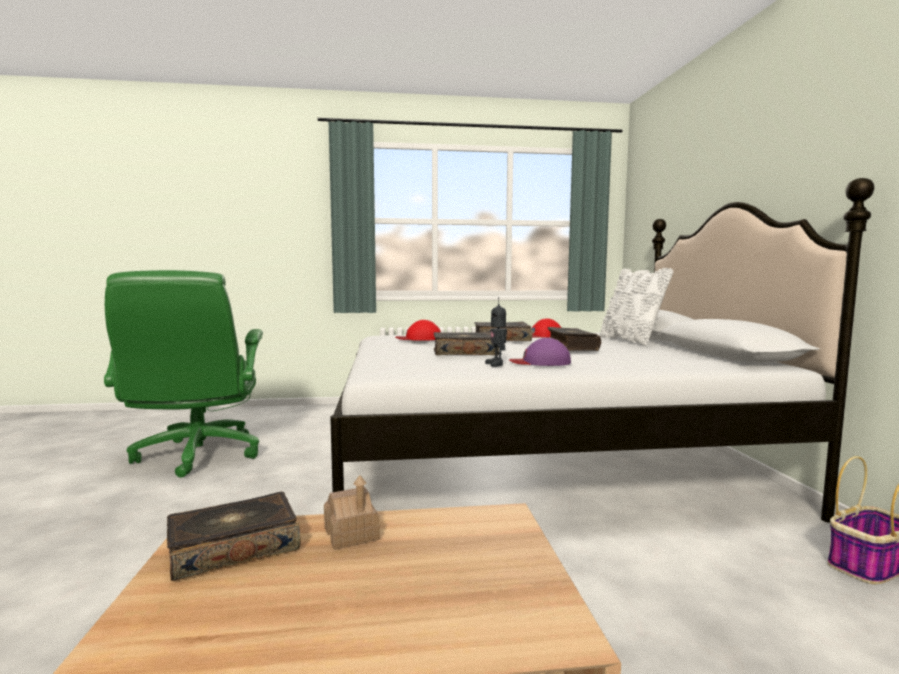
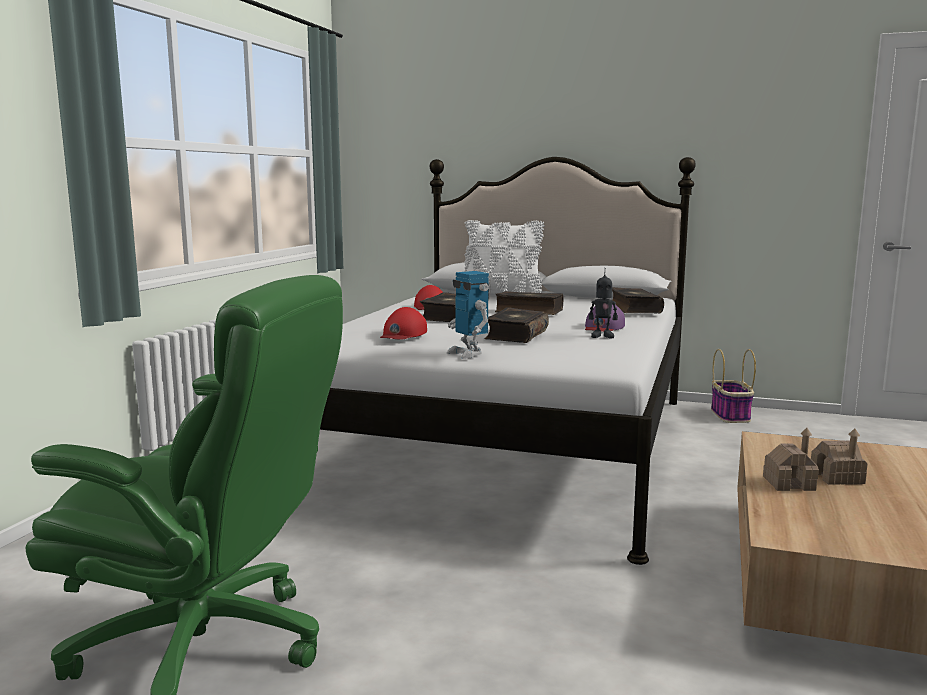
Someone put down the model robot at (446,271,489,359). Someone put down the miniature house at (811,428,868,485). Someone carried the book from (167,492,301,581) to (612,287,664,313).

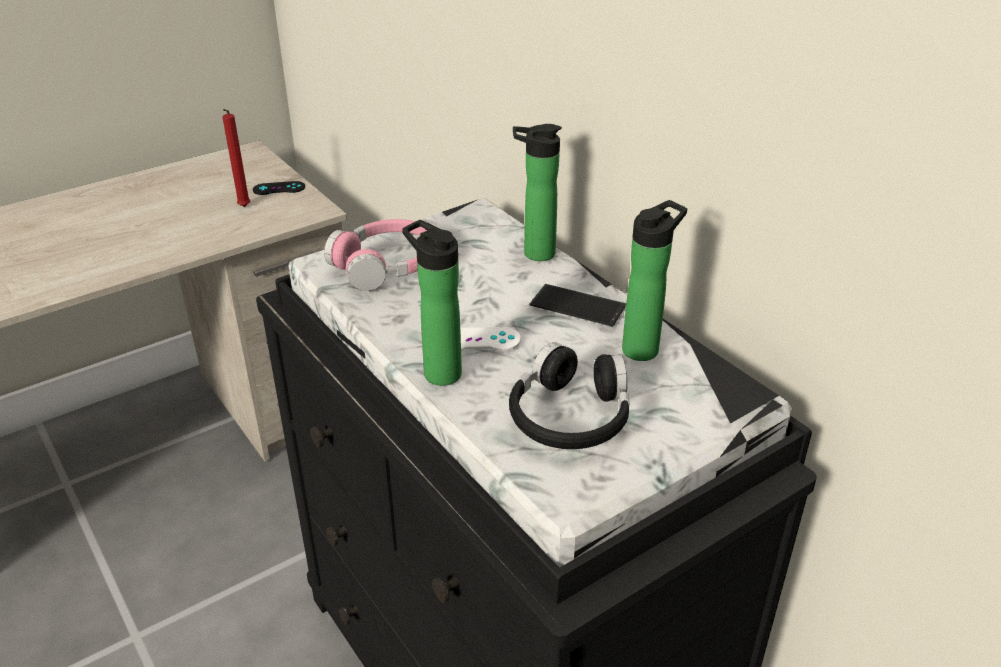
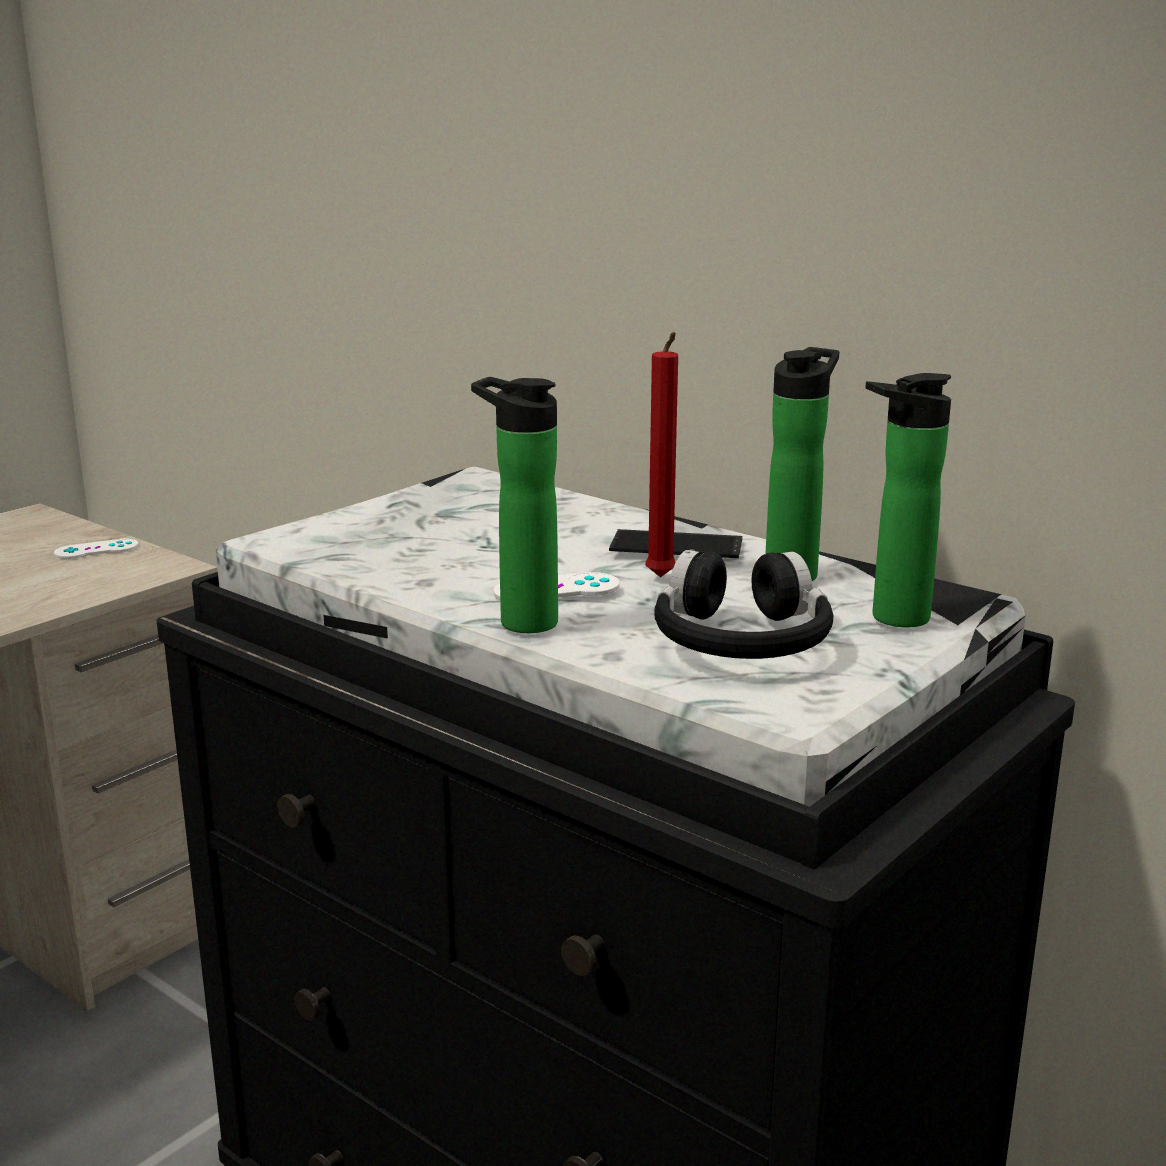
Someone took away the pink-coloured pair of headphones at (324,219,427,291). Someone carried the red wax light from (223,109,250,207) to (645,332,678,577). Someone carried the beverage bottle from (513,124,562,261) to (866,373,951,627). Someone repainted the blackish gamepad at (253,181,305,195), which became the white-coloured gamepad at (54,539,138,559).

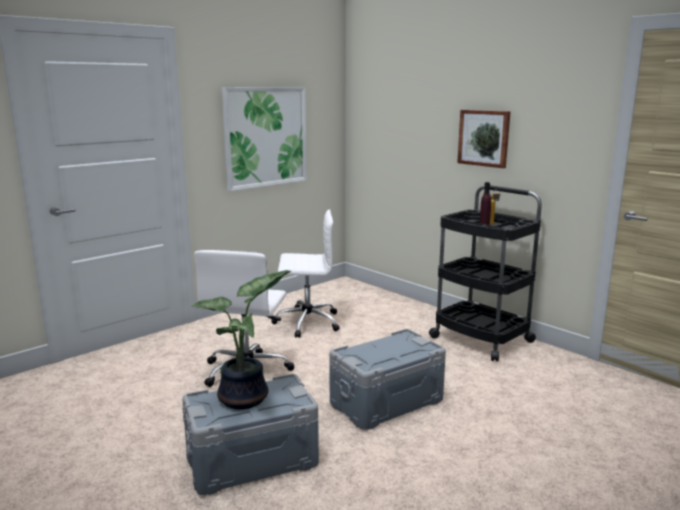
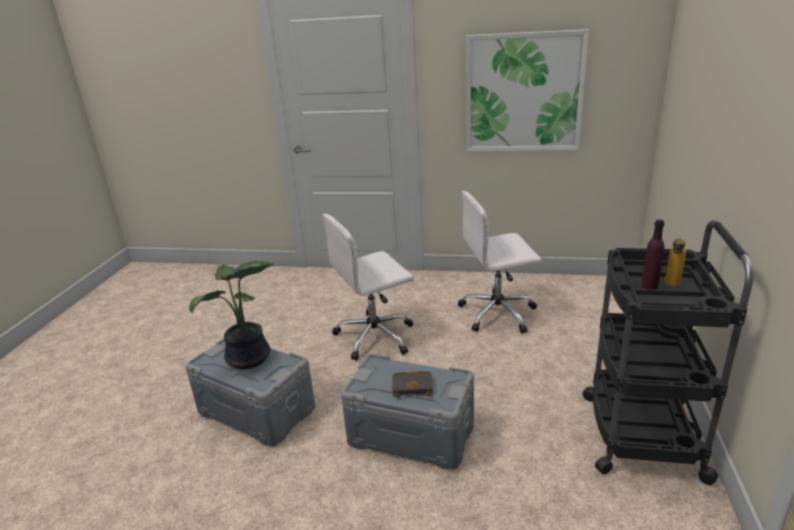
Someone took away the picture at (457,110,511,168). Someone put down the blackish book at (392,371,433,397). Someone rotated the white-coloured computer chair at (271,209,340,338) by 120 degrees clockwise.

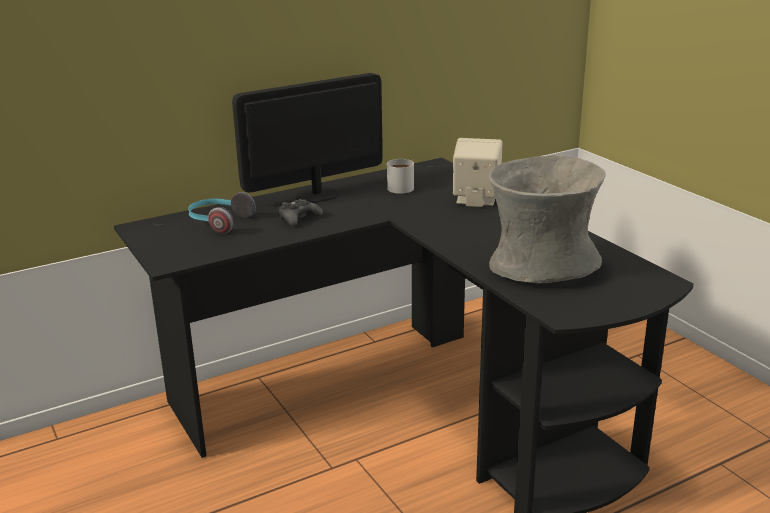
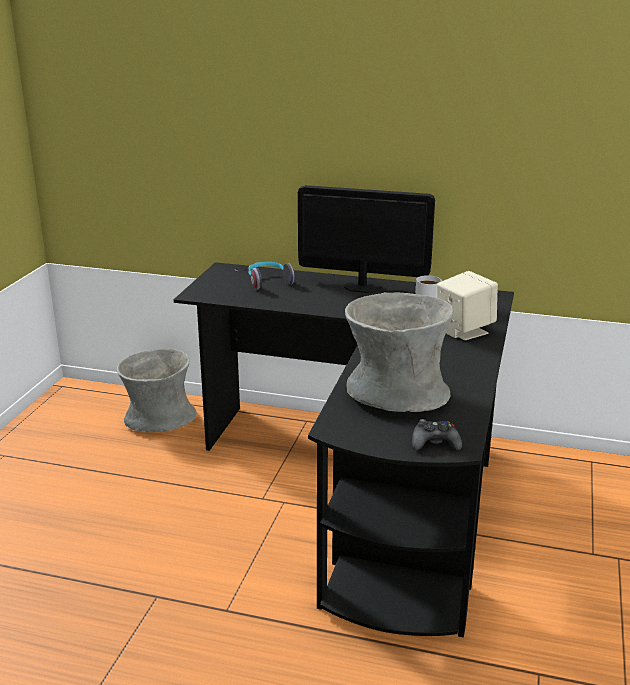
Someone put down the gray vase at (117,349,197,433). Someone carried the blackish gamepad from (279,199,323,226) to (412,419,462,450).

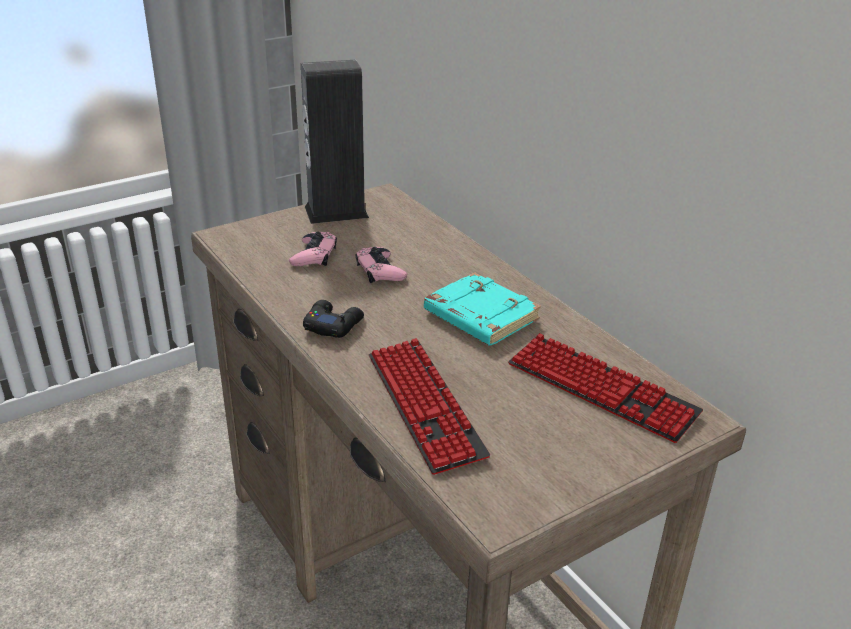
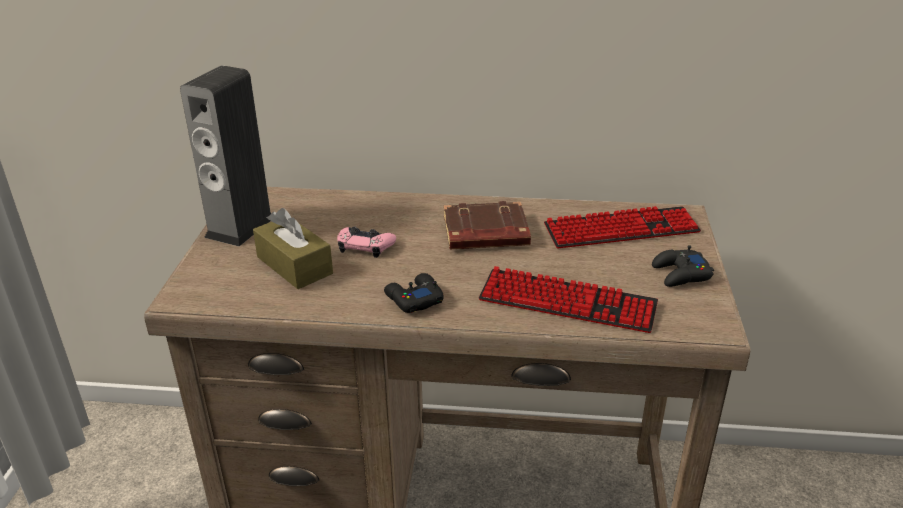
Someone put down the blackish gamepad at (652,245,714,287). Someone swapped the pink-coloured gamepad at (289,232,337,266) for the brown-coloured box of tissues at (253,208,333,289). Someone repainted the turquoise book at (424,272,541,346), which became the brown-coloured book at (444,201,531,249).

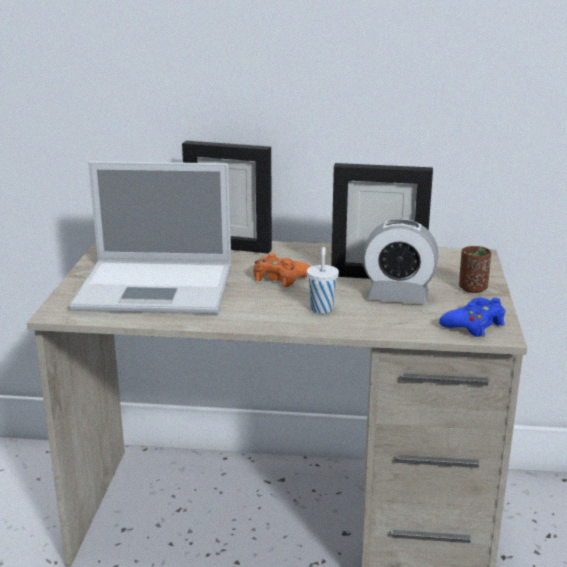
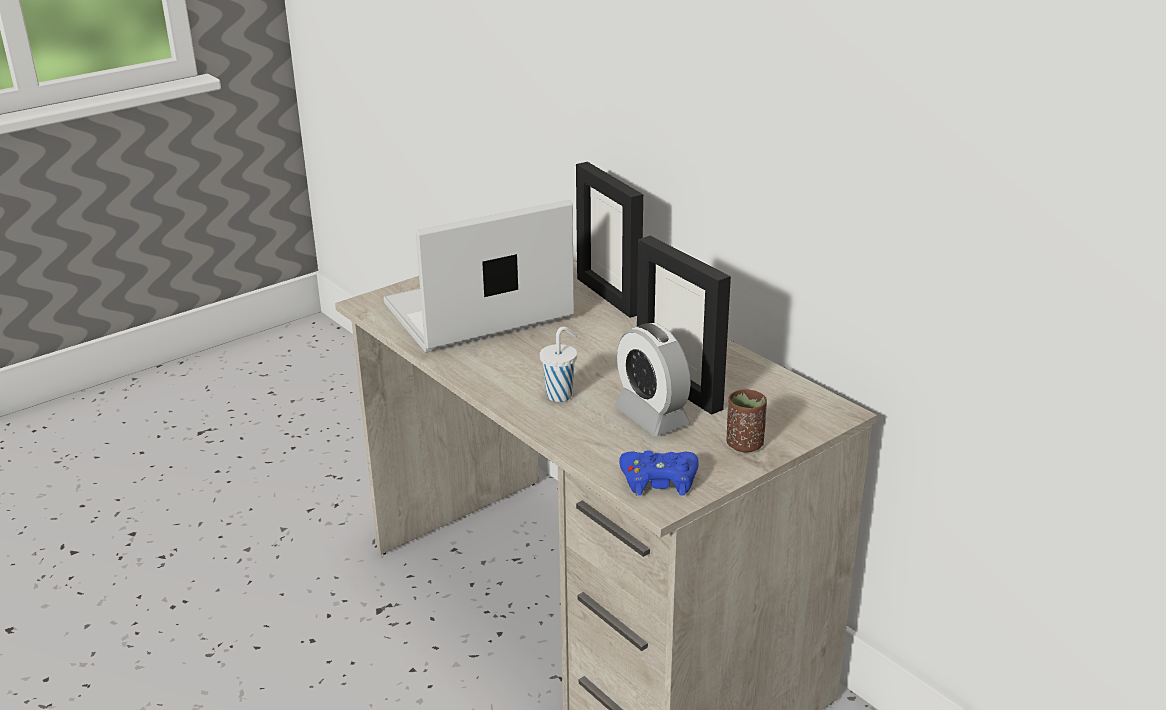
Someone took away the orange gamepad at (254,254,311,287). Someone rotated the laptop at (69,161,231,314) by 105 degrees clockwise.

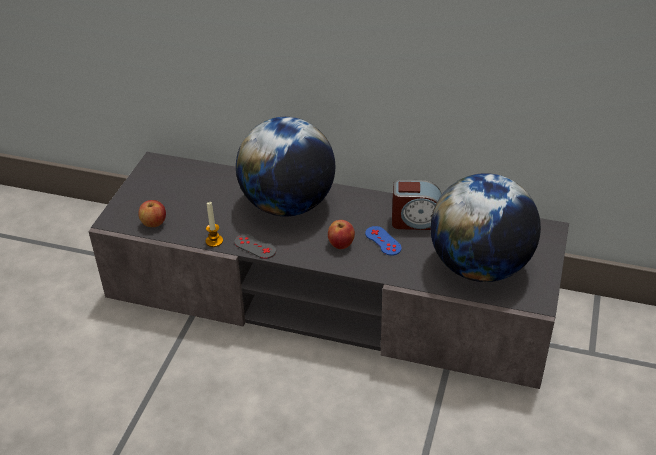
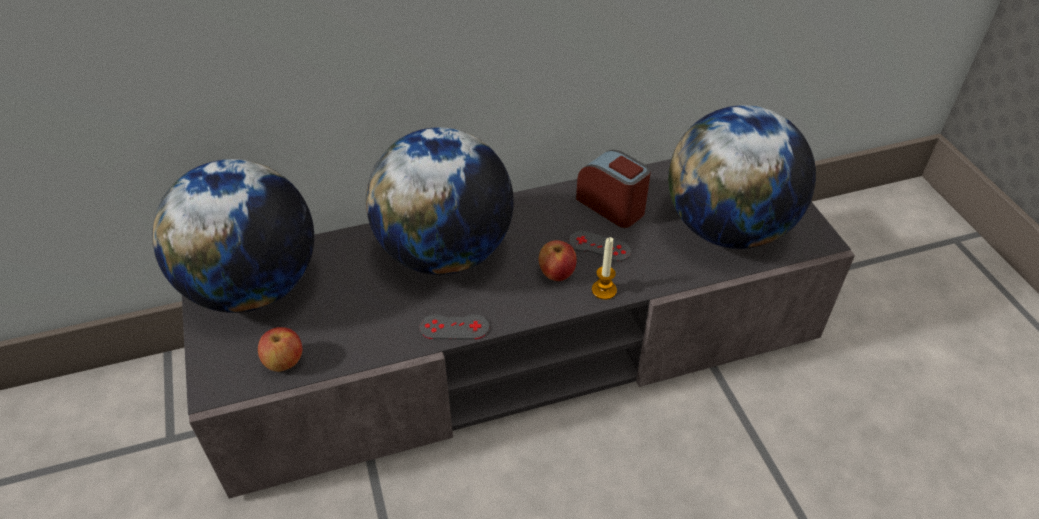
Someone put down the desk globe at (152,159,314,313). Someone carried the wax light from (206,202,223,247) to (592,237,617,300). Someone repainted the bluish gamepad at (365,226,402,256), which became the gray gamepad at (569,231,631,262). Someone rotated the bedside clock at (392,179,442,230) by 105 degrees counterclockwise.

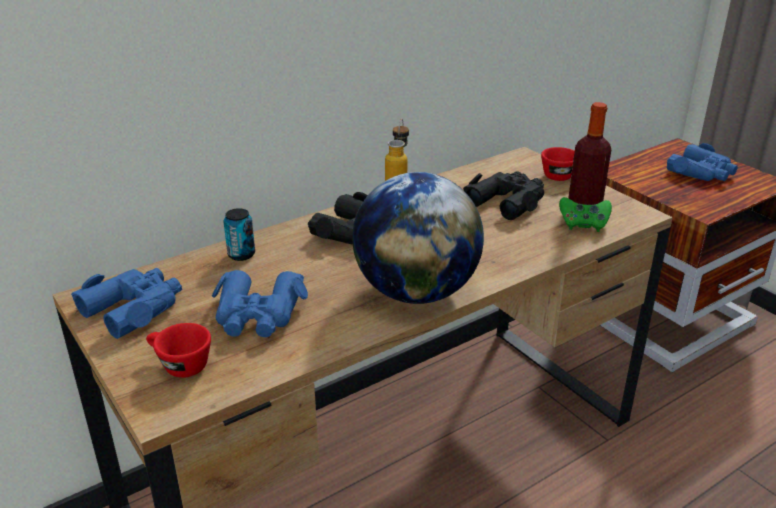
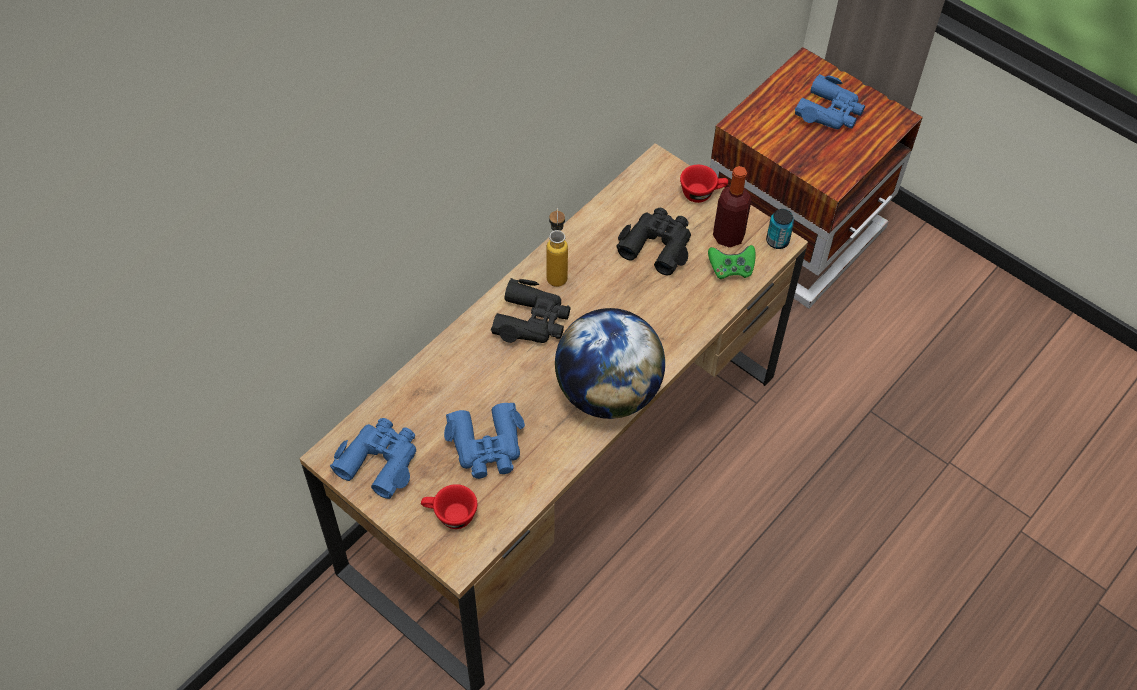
Someone carried the sealed can from (223,208,255,261) to (766,209,794,249).

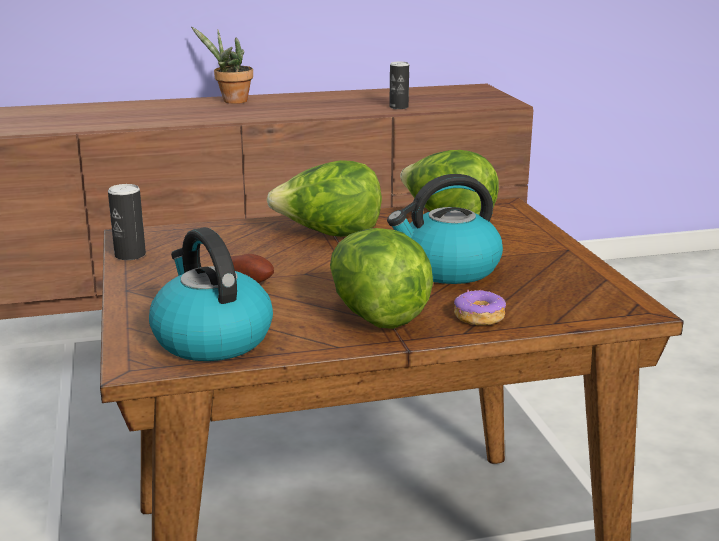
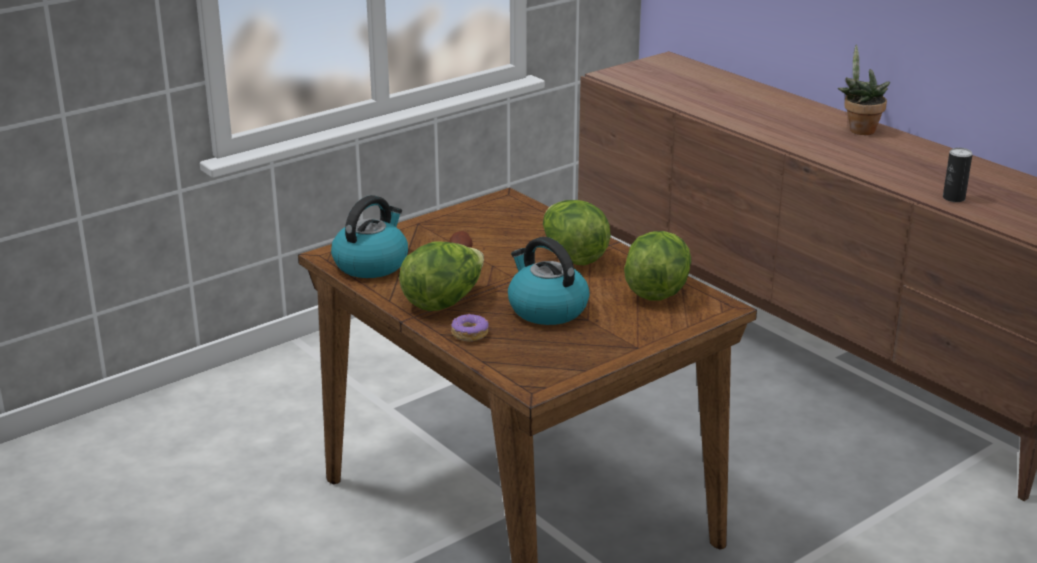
Someone took away the sealed can at (108,184,146,260).

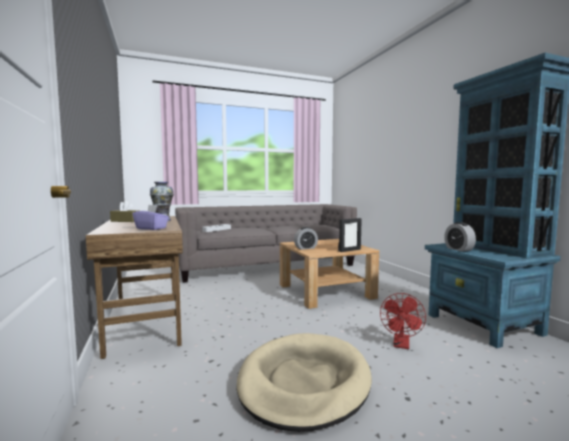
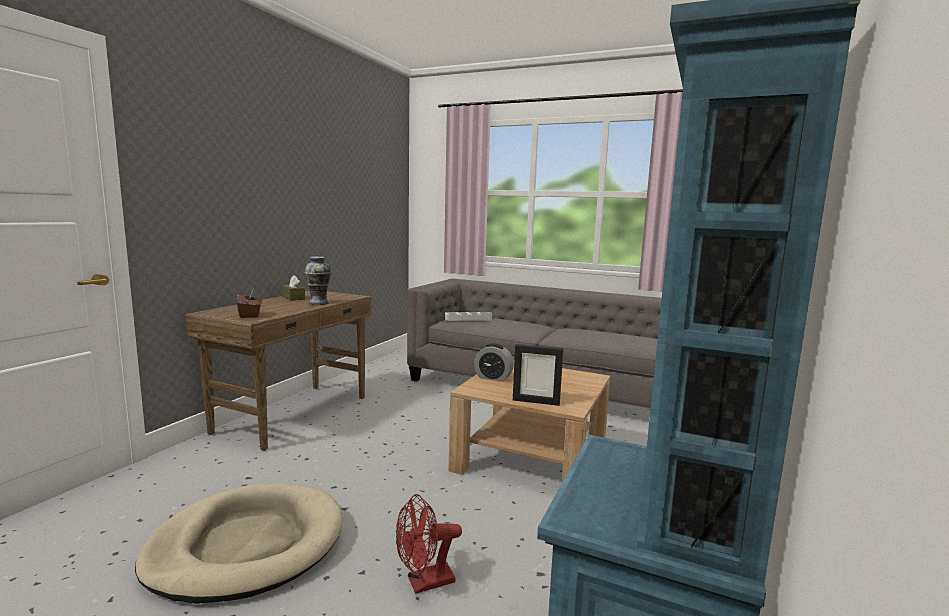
Someone took away the bedside clock at (444,222,476,252). Someone repainted the purple-coloured box of tissues at (133,205,169,230), which became the brown-coloured box of tissues at (237,290,262,318).

